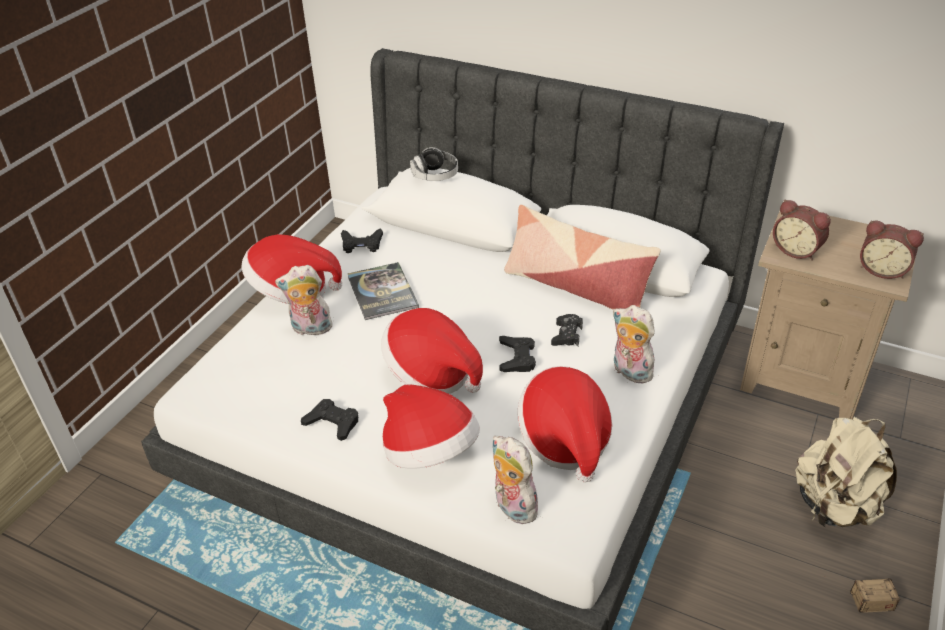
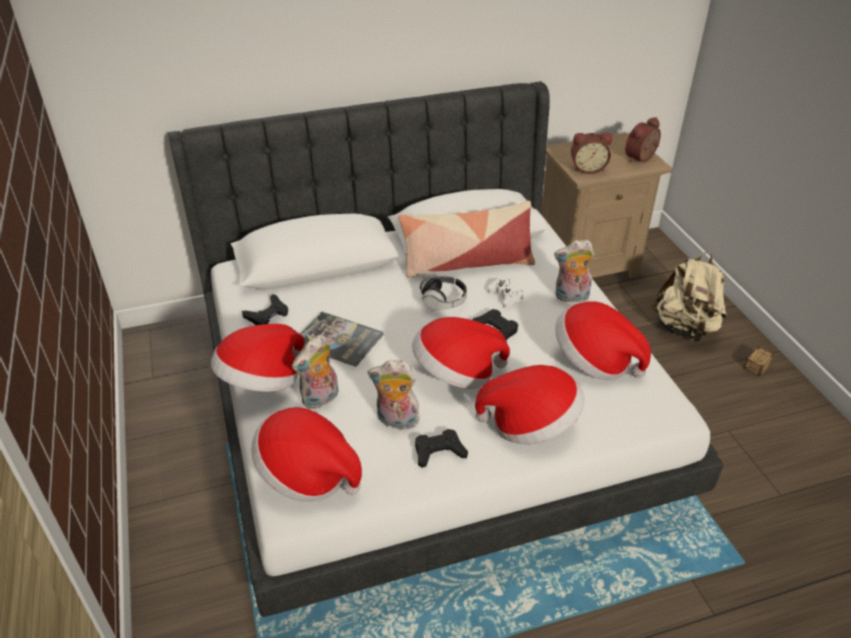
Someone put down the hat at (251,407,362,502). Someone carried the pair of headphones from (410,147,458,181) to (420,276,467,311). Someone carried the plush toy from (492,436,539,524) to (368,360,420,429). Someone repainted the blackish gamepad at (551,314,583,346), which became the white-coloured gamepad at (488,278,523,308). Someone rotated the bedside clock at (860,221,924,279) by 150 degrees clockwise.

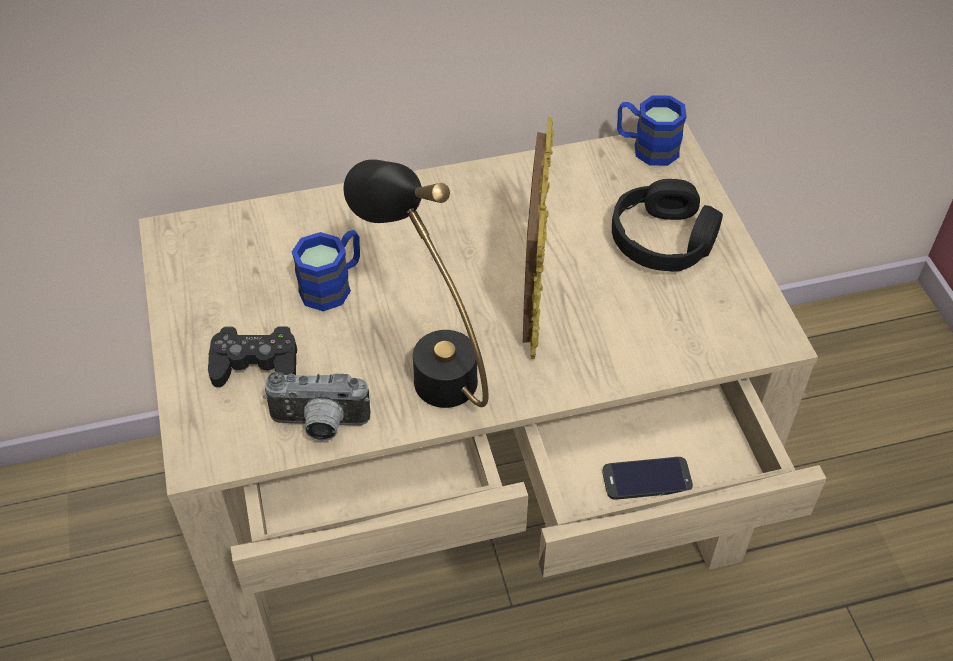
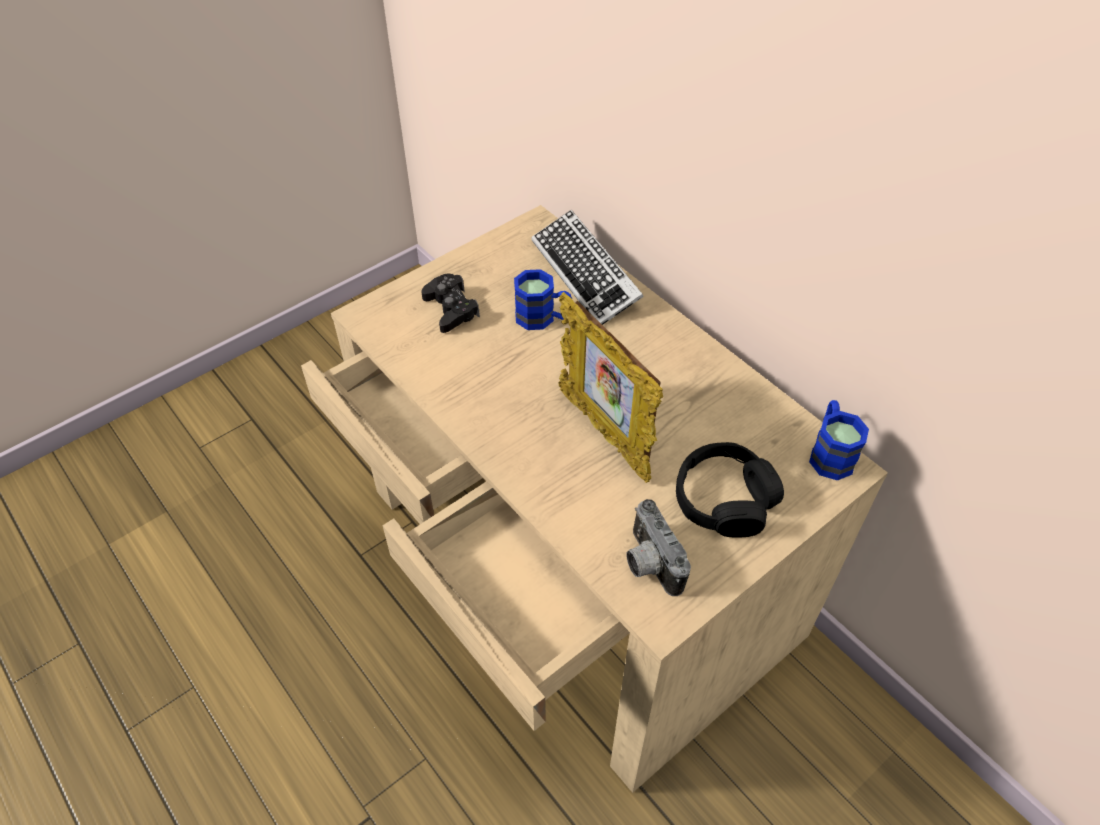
Someone took away the blackish lamp for a table at (344,159,489,408). Someone took away the phone at (602,457,693,500). Someone put down the PC keyboard at (532,210,644,325). Someone carried the photo camera from (263,372,370,441) to (626,499,691,596). Someone rotated the picture frame at (523,117,554,359) by 75 degrees clockwise.

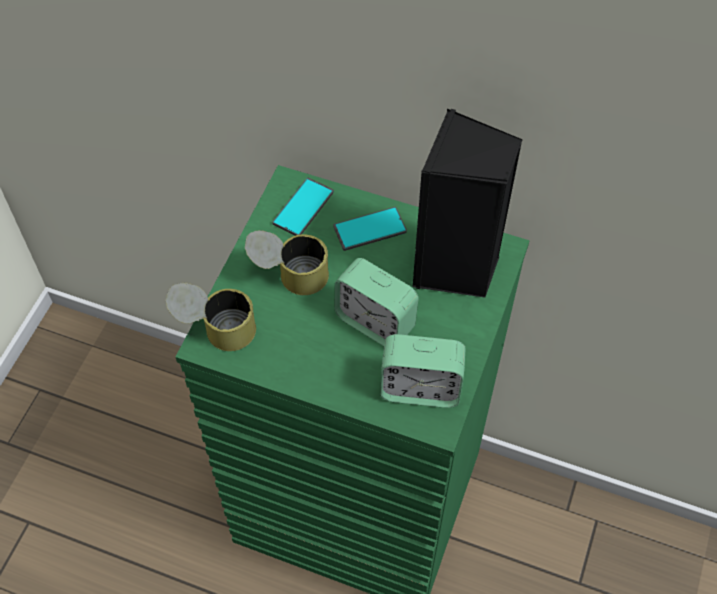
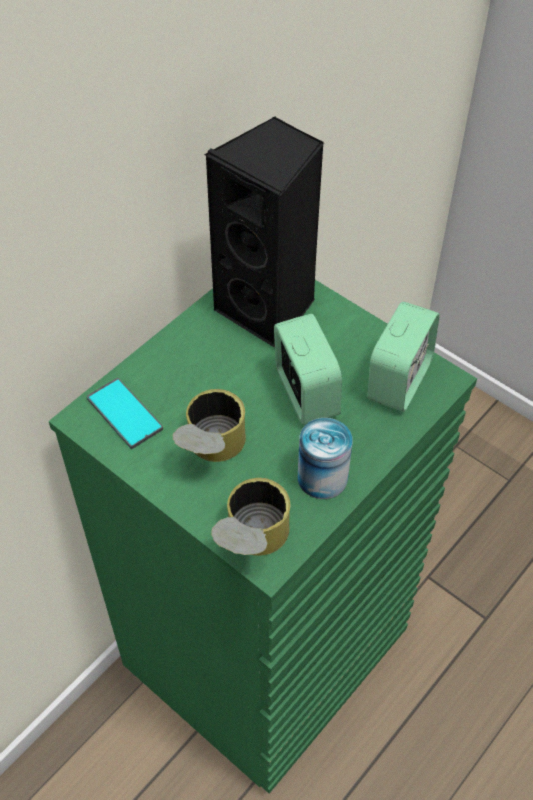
Someone took away the phone at (333,207,407,251). Someone put down the sealed can at (298,418,353,499). Someone rotated the bedside clock at (335,258,419,346) by 75 degrees counterclockwise.

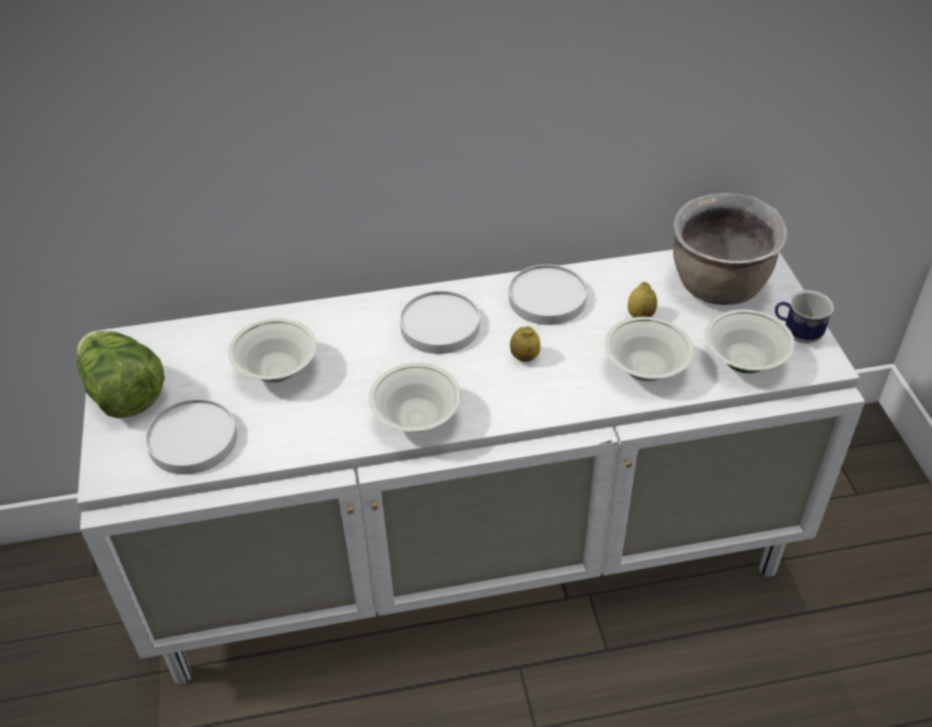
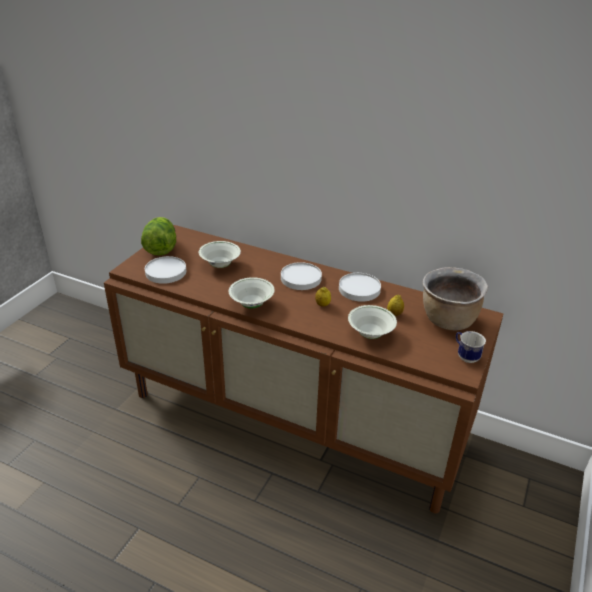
Someone took away the white-coloured bowl at (705,309,795,373). Someone repainted the white-coloured storage cabinet at (77,250,865,684), which became the brown-coloured storage cabinet at (104,225,504,513).

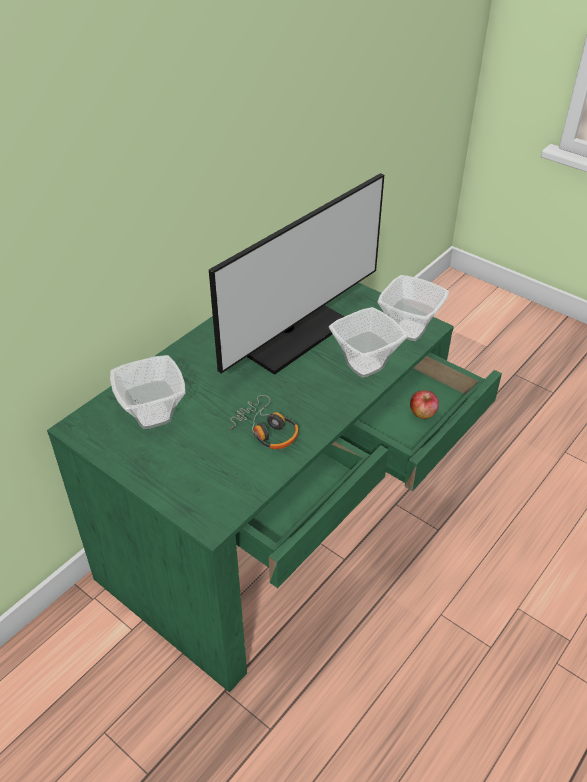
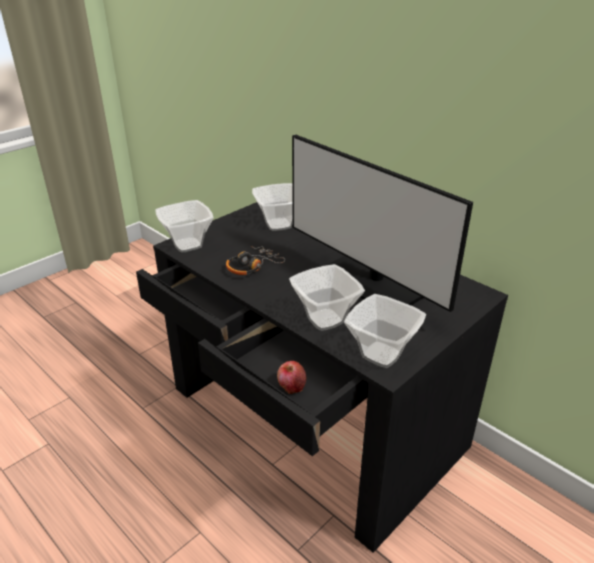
Someone put down the bowl at (155,200,214,253). Someone repainted the green-coloured desk table at (47,283,502,693), which became the blackish desk table at (136,202,508,553).

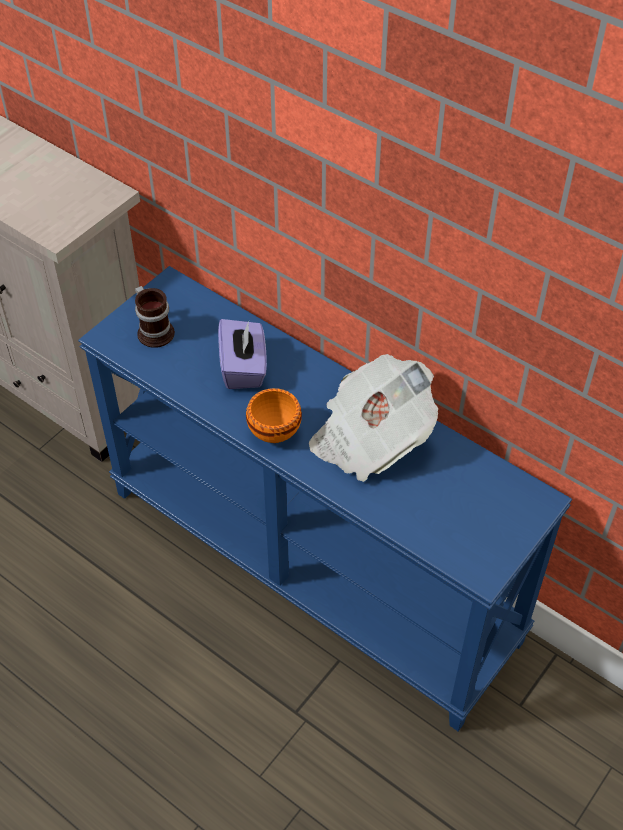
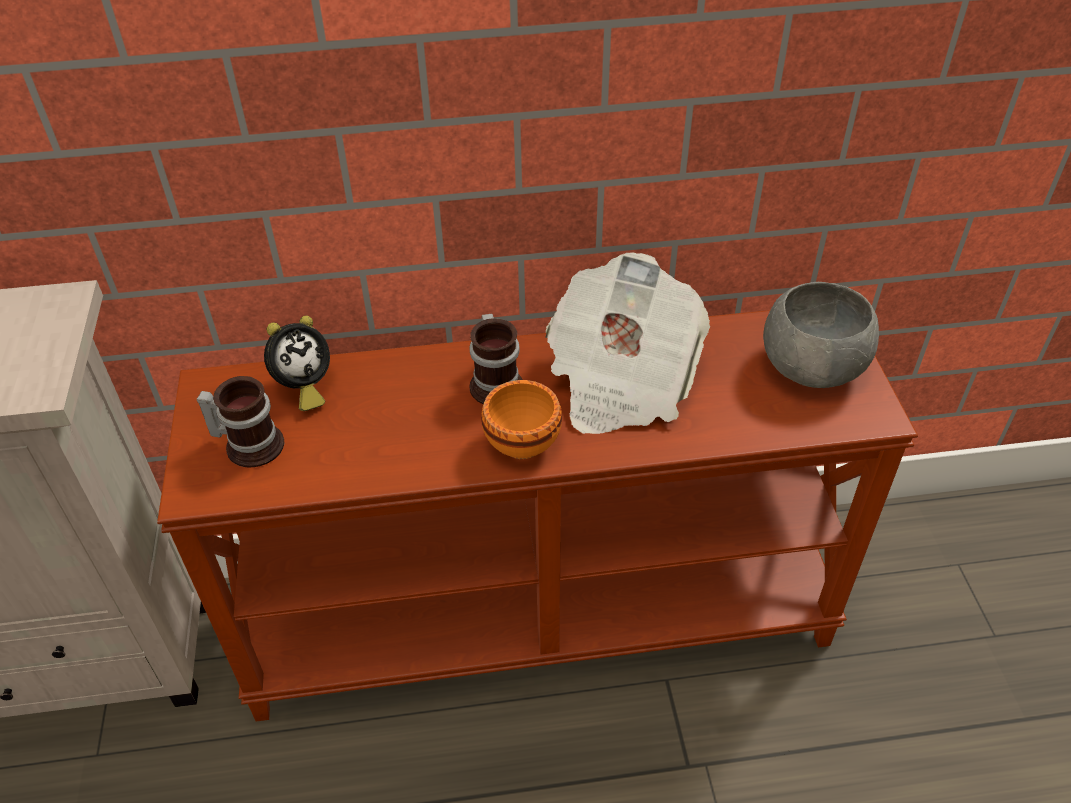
Someone took away the purple-coloured box of tissues at (218,319,267,389). Someone put down the bedside clock at (264,316,330,411). Someone put down the coffee mug at (470,314,522,404). Someone put down the gray bowl at (763,282,879,388). Someone repainted the bluish narrow table at (78,266,572,731), which became the brown-coloured narrow table at (157,310,918,722).

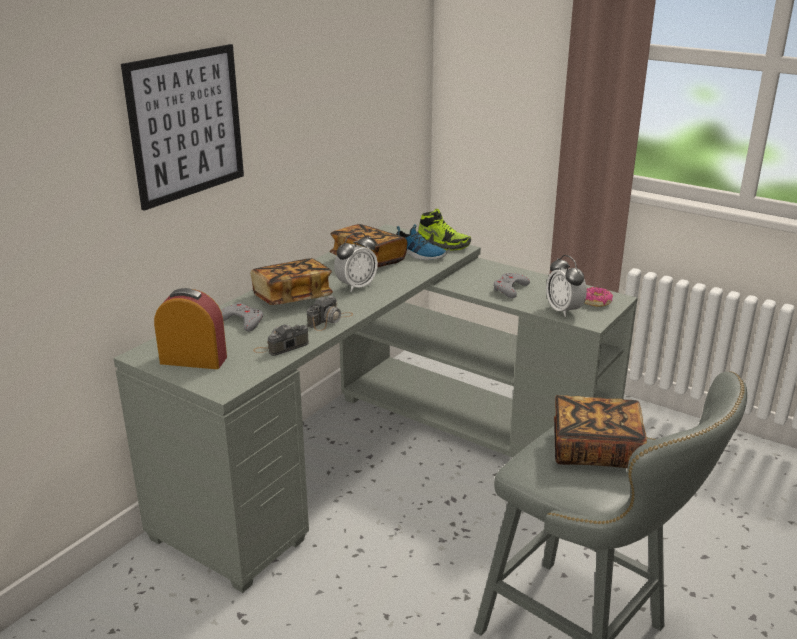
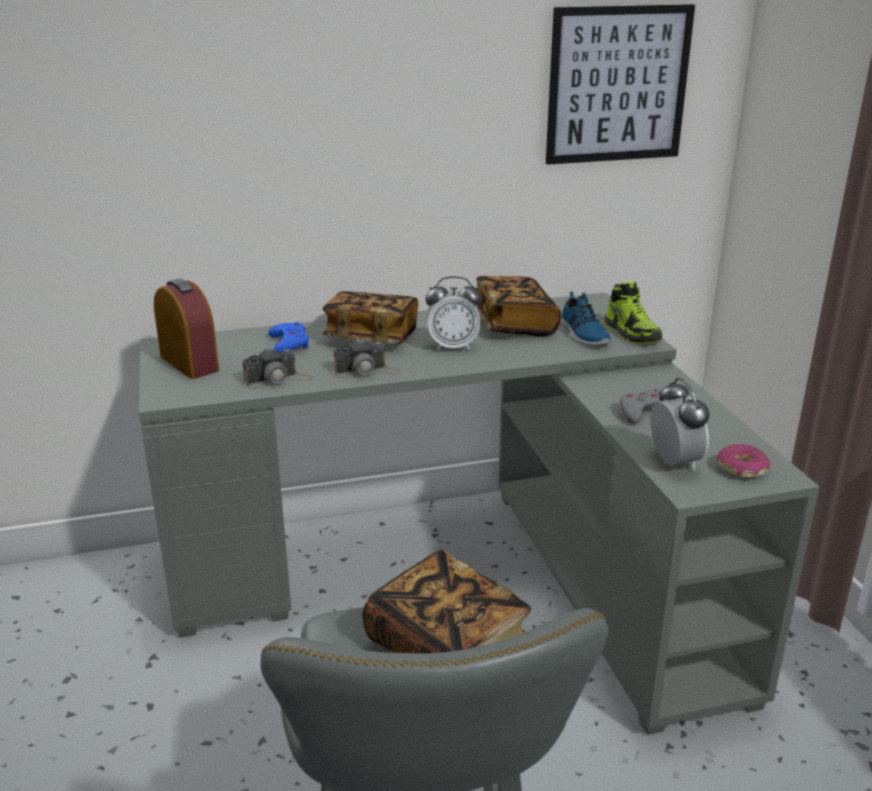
Someone carried the picture from (121,44,244,211) to (546,4,695,165). Someone repainted the gray gamepad at (221,302,263,332), which became the bluish gamepad at (268,322,309,352). Someone rotated the photo camera at (253,324,309,356) by 150 degrees clockwise. Someone rotated the bedside clock at (546,255,587,317) by 150 degrees clockwise.

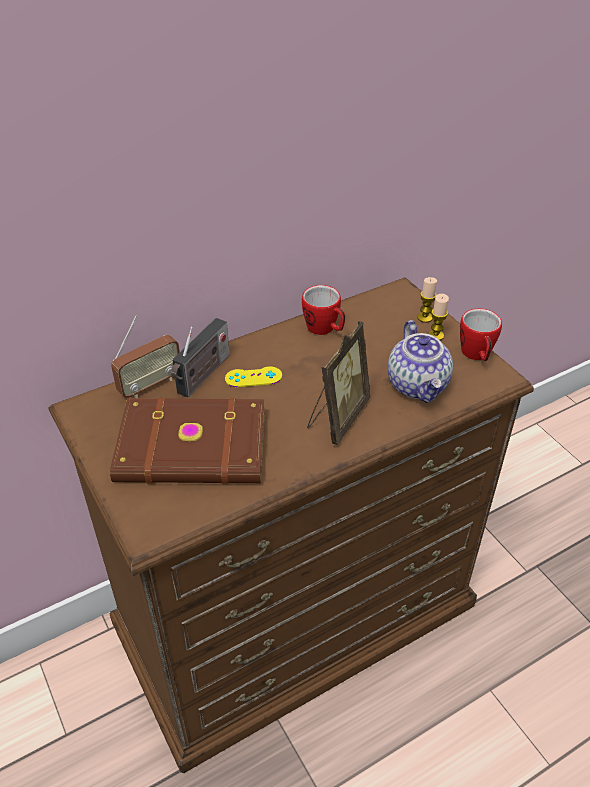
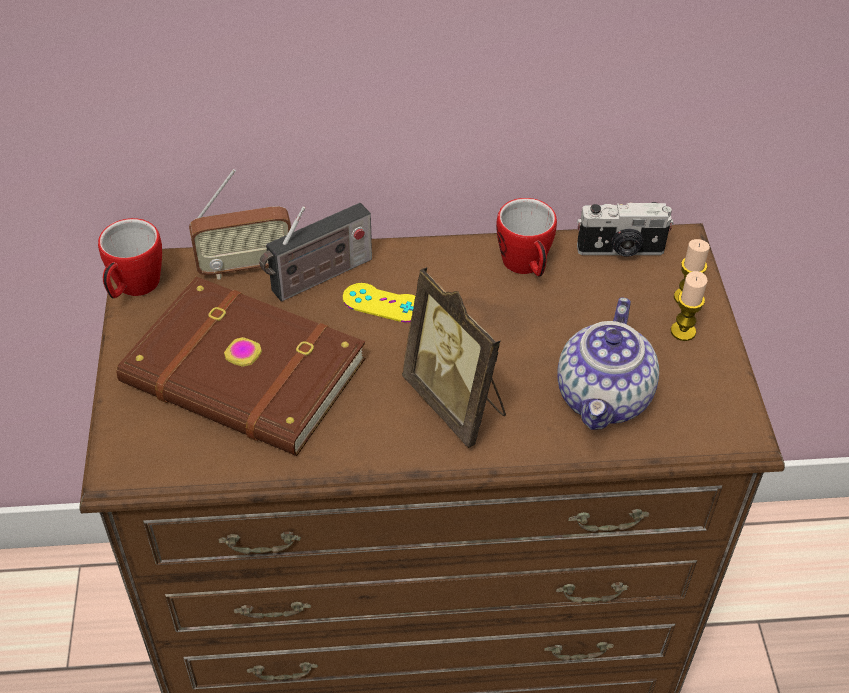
Someone put down the photo camera at (577,202,674,257). Someone carried the coffee mug from (460,309,502,361) to (98,218,162,298). Someone rotated the picture frame at (307,321,370,445) by 90 degrees clockwise.

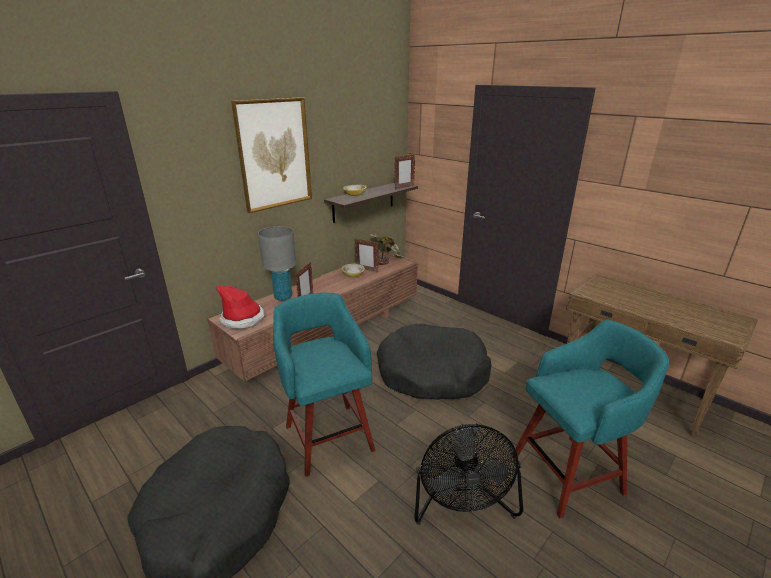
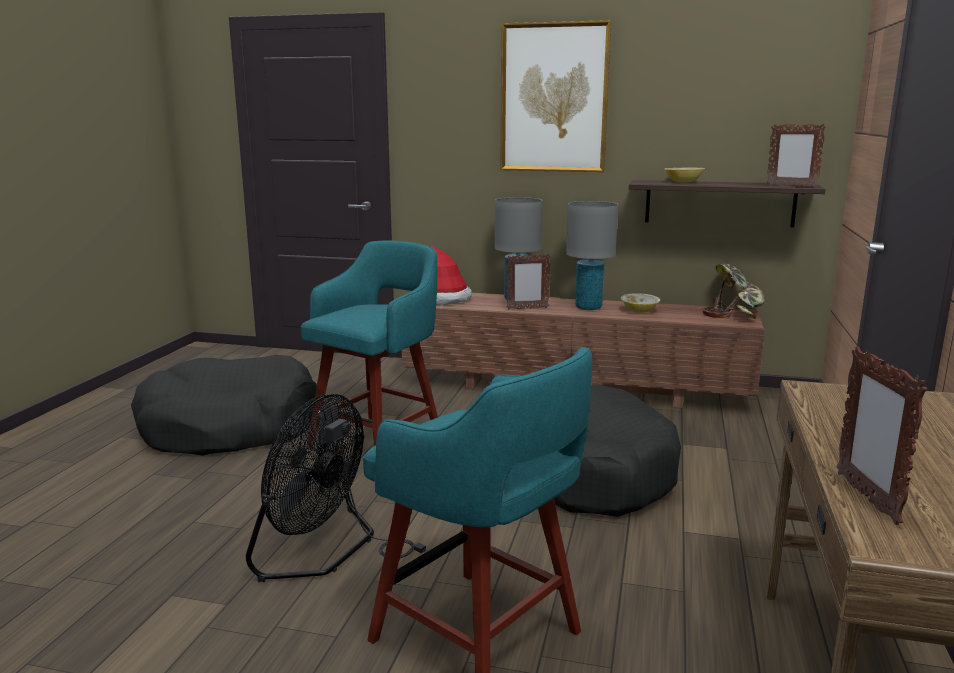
Someone put down the gray lamp for a table at (566,201,618,310). Someone carried the picture frame from (354,238,379,272) to (837,347,927,525). Someone rotated the blackish electric fan at (415,424,523,525) by 60 degrees clockwise.

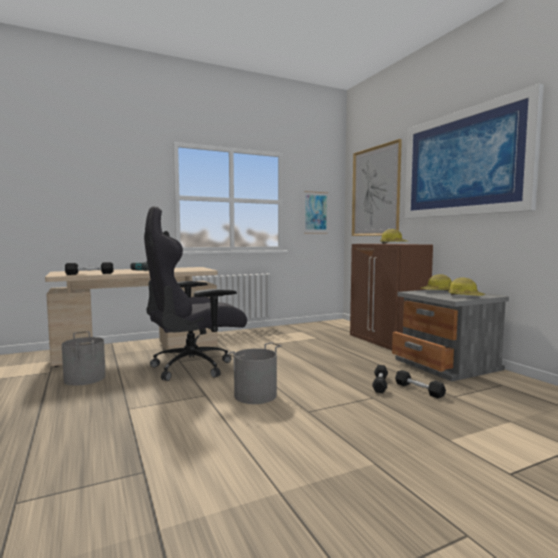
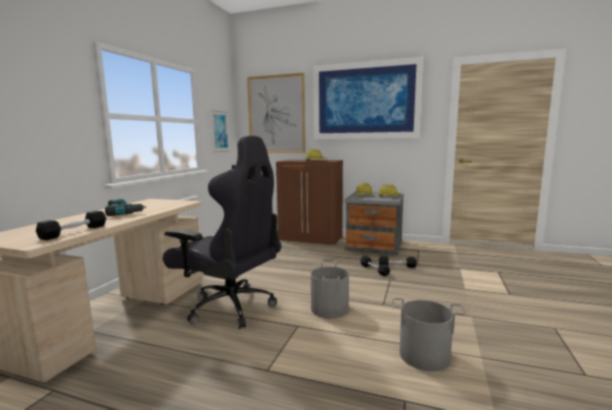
Someone carried the gray bucket from (62,331,106,386) to (392,298,466,371). Someone rotated the blackish computer chair at (144,206,247,381) by 75 degrees counterclockwise.

